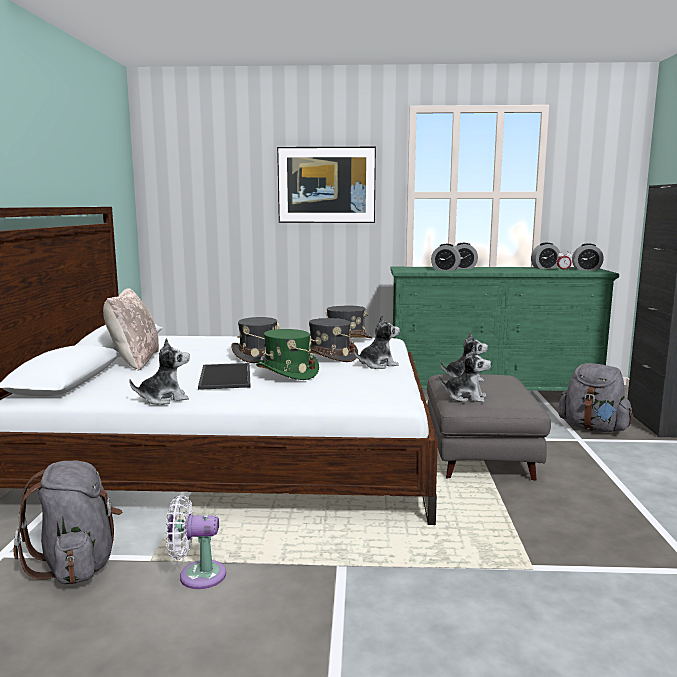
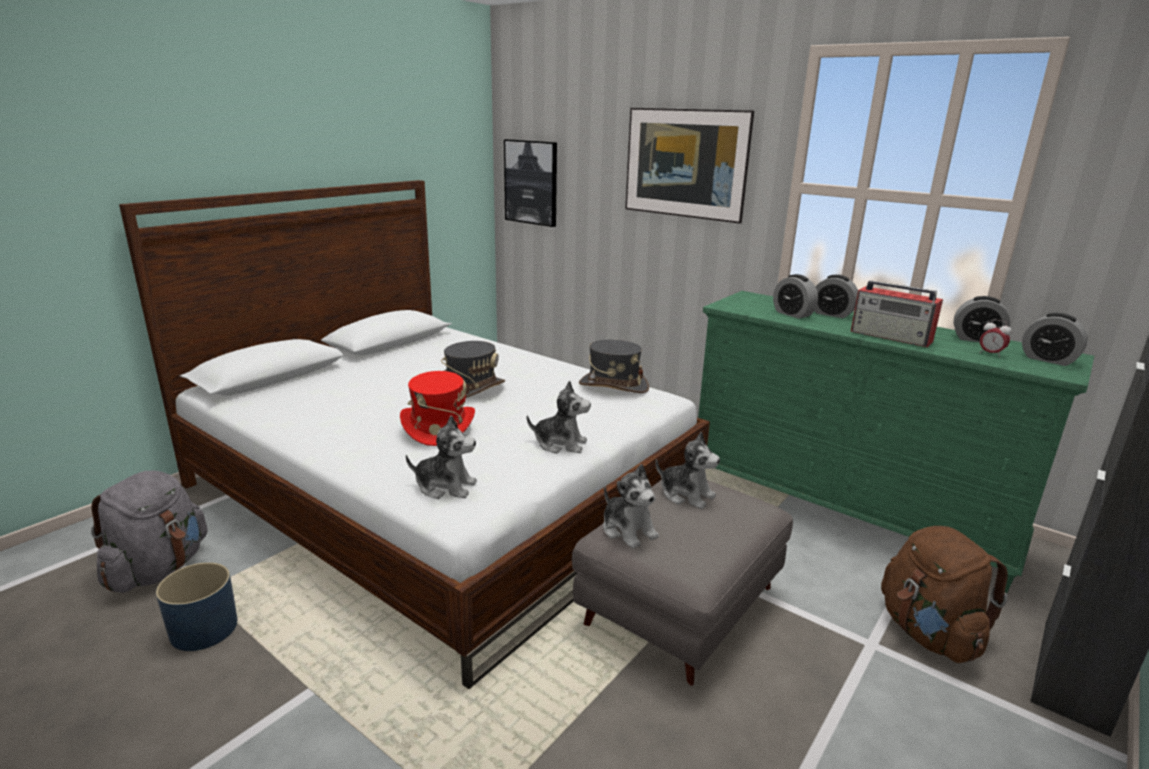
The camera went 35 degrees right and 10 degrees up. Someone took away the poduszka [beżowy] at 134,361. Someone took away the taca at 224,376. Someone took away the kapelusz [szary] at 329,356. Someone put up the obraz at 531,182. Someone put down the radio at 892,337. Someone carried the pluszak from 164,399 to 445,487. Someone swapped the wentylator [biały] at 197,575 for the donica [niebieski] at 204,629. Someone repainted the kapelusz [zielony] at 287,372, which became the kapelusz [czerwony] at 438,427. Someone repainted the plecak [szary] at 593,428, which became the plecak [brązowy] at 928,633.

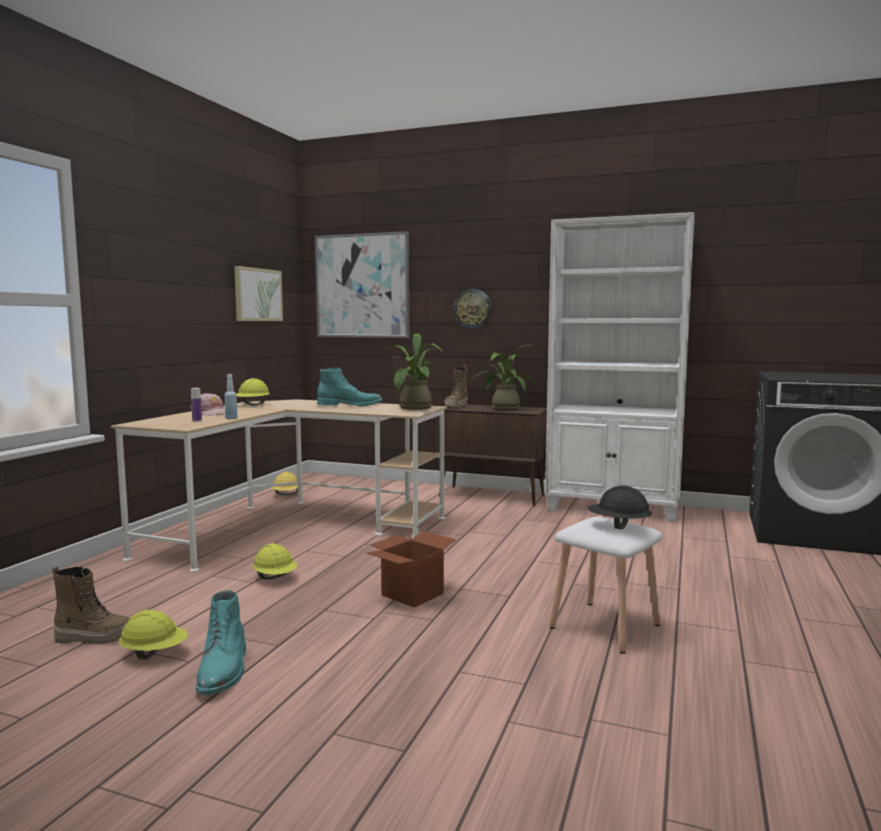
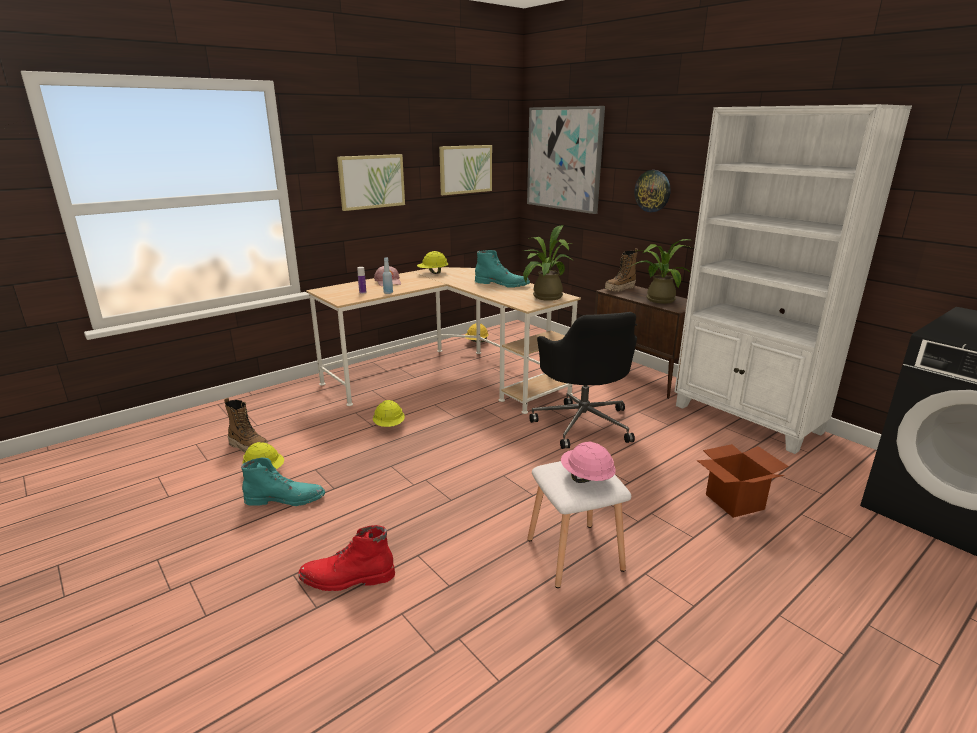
The camera went 30 degrees right and 15 degrees up. Someone put down the but z cholewką [czerwony] at 346,578. Someone put up the obraz at 371,181. Someone put down the krzesło biurowe [czarny] at 583,423. Someone carried the karton from 412,594 to 735,502. Someone repainted the kask [czarny] at 618,526, which became the kask [różowy] at 586,478. Someone rotated the but z cholewką [turkusowy] at 224,670 by 120 degrees counterclockwise.

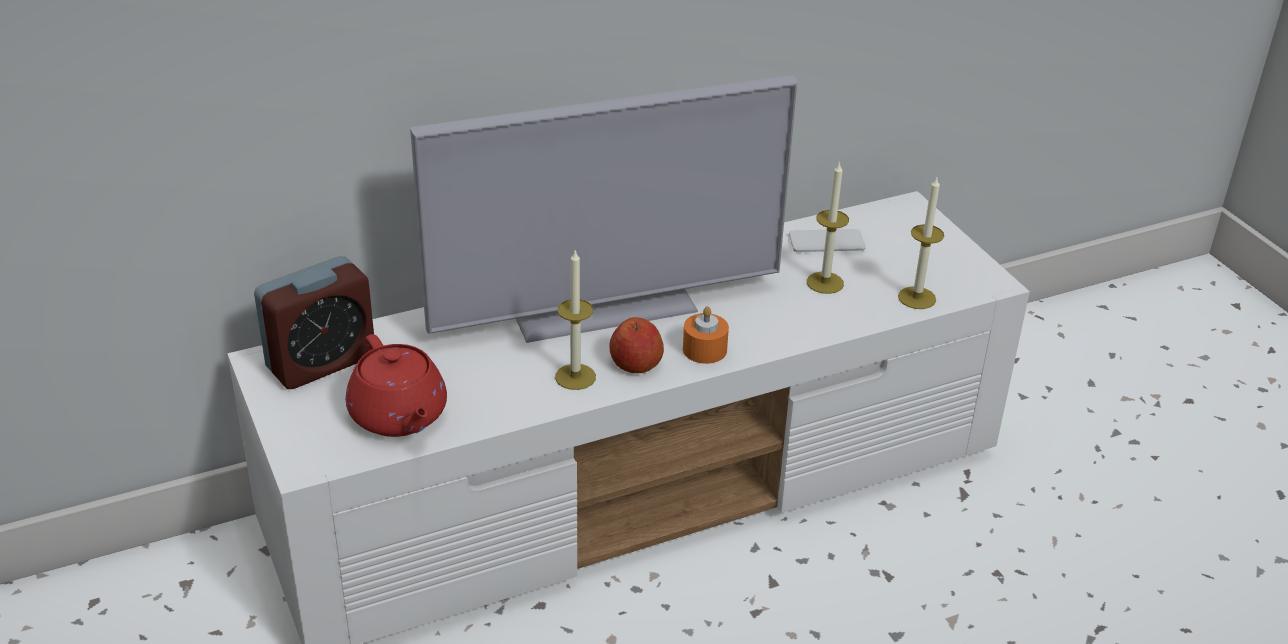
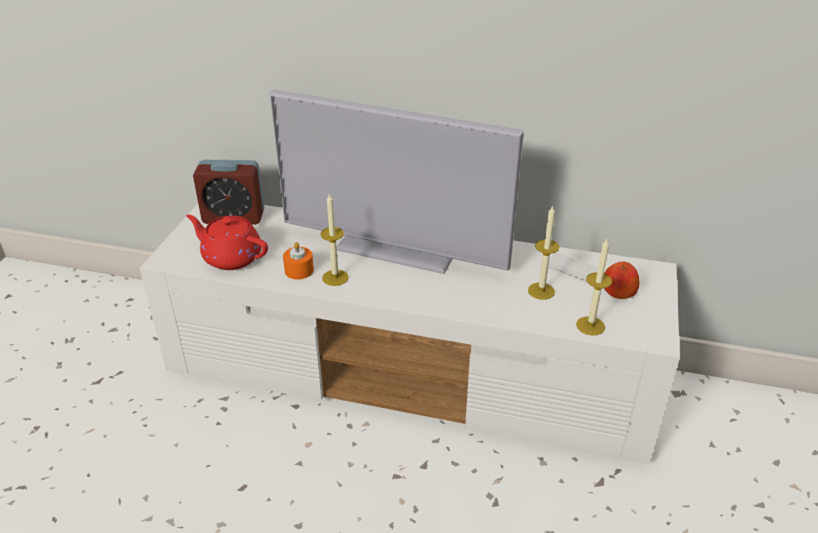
The camera went 40 degrees right and 0 degrees up. Someone carried the jabłko from 635,364 to 618,292. Someone carried the świeca [pomarańczowy] from 704,349 to 299,270. Someone rotated the imbryk [czerwony] at 399,416 by 105 degrees clockwise.

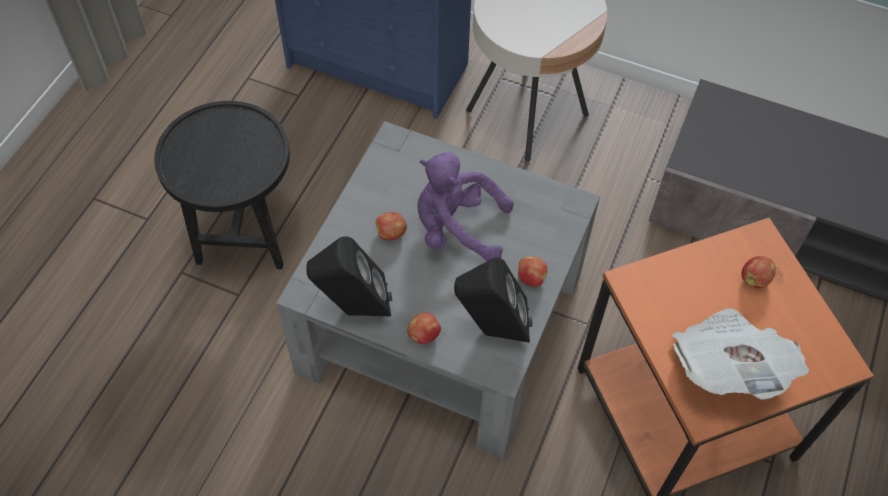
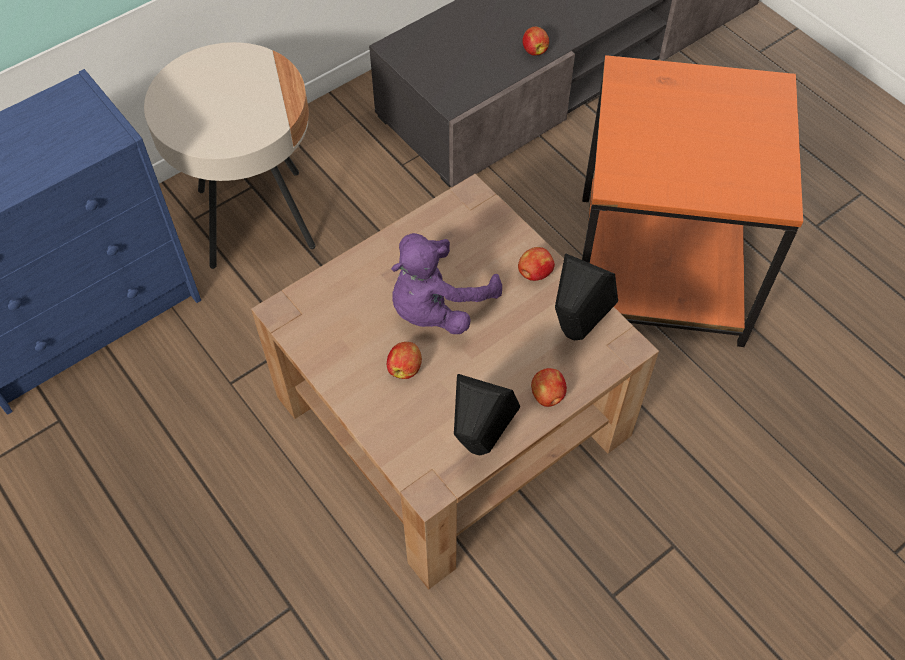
The camera went 60 degrees left and 0 degrees up. Someone took away the stolik [czarny] at 245,235. Someone took away the gazeta at 728,366. Someone carried the jabłko from 755,279 to 534,50. Someone repainted the ława [szary] at 442,322, which became the ława [brązowy] at 452,416.

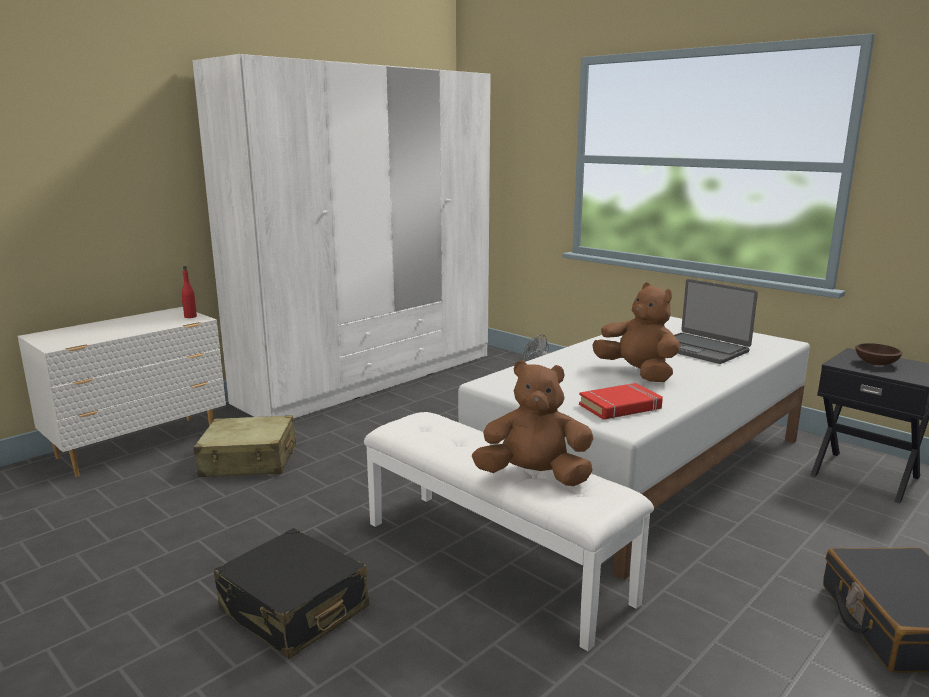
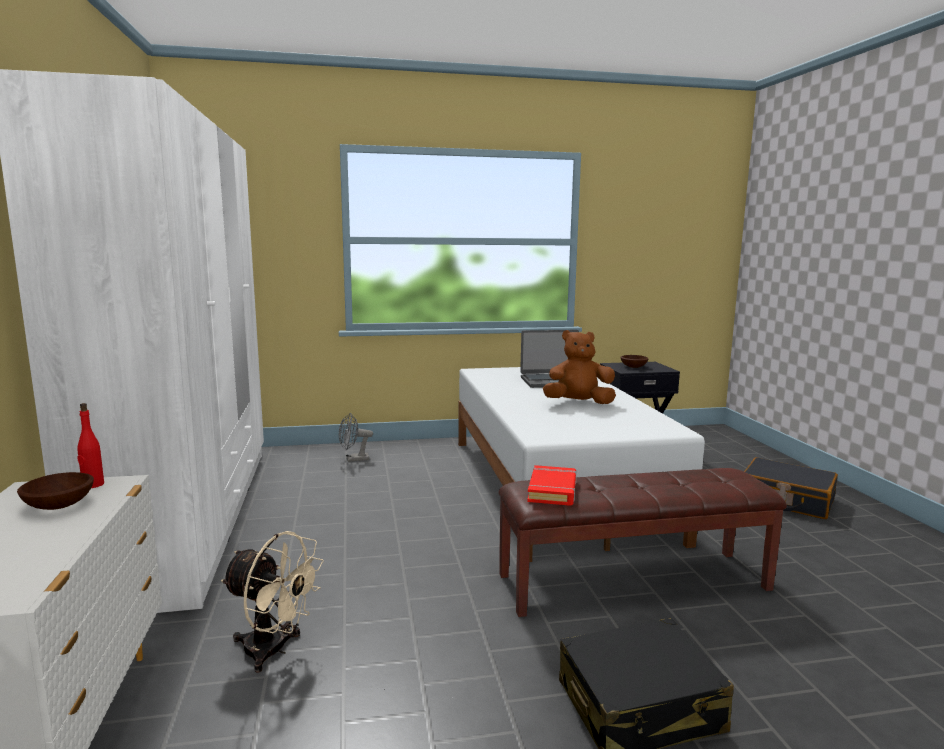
The camera went 55 degrees left and 5 degrees down. Someone took away the pluszak [brązowy] at 534,476. Someone put down the miska [brązowy] at 60,505. Someone carried the książka [czerwony] from 620,407 to 552,490. Someone swapped the walizka [beżowy] at 249,461 for the wentylator [beżowy] at 274,650. Someone repainted the ławka [biały] at 495,560, which became the ławka [brązowy] at 633,581.

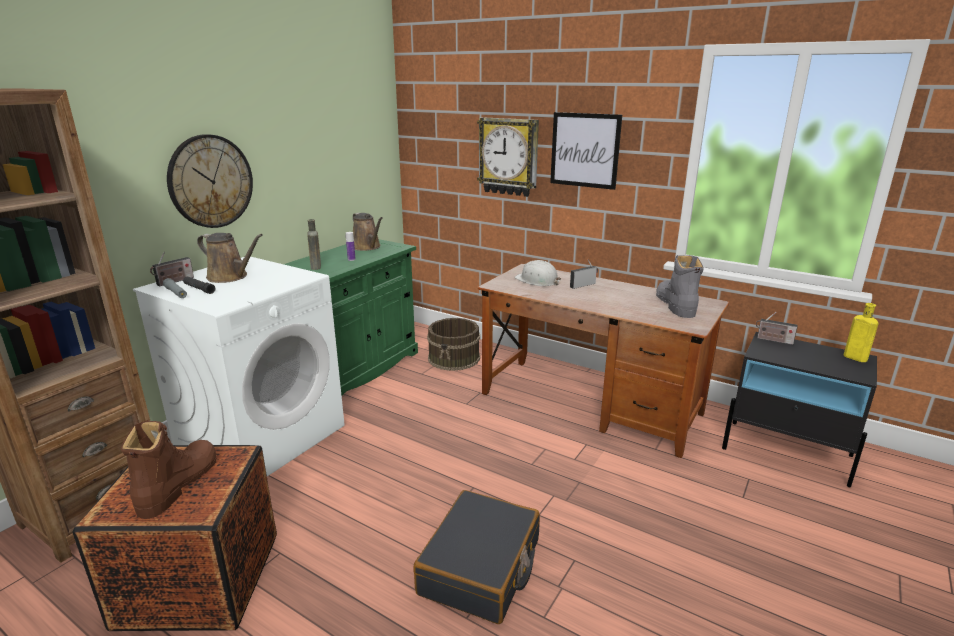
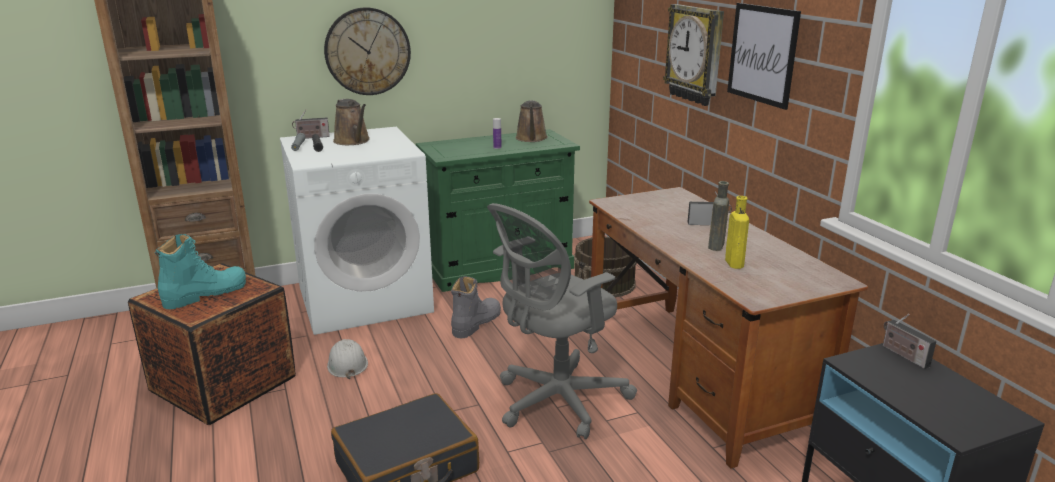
The camera went 35 degrees right and 0 degrees up. Someone put down the krzesło biurowe [szary] at 555,402. Someone carried the butelka [brązowy] from 316,267 to 716,246. Someone carried the kask [biały] from 537,280 to 347,364. Someone carried the but z cholewką [szary] from 675,305 to 476,323. Someone carried the butelka [żółty] from 853,357 to 733,262. Someone repainted the but z cholewką [brązowy] at 177,484, which became the but z cholewką [turkusowy] at 205,294.

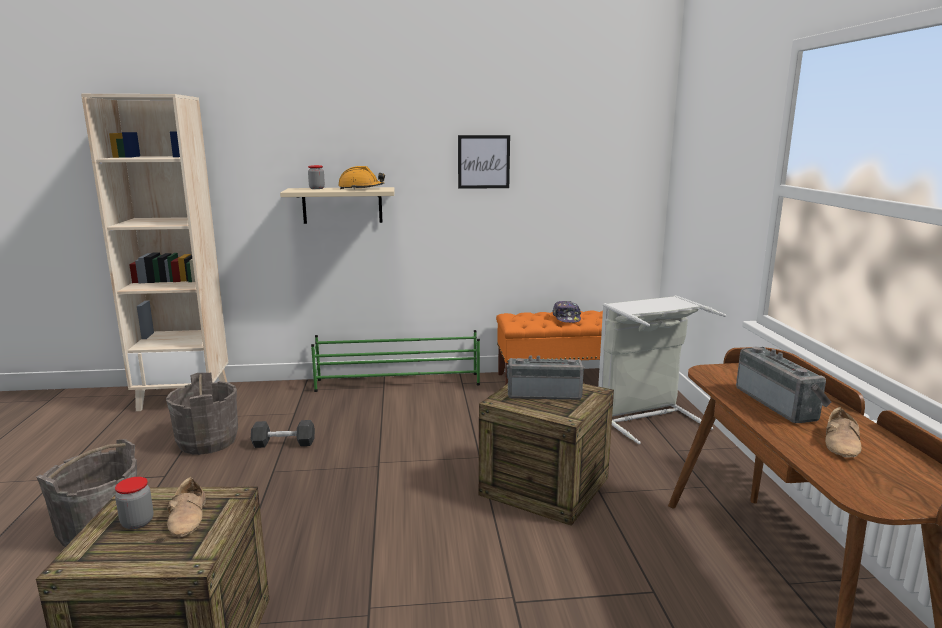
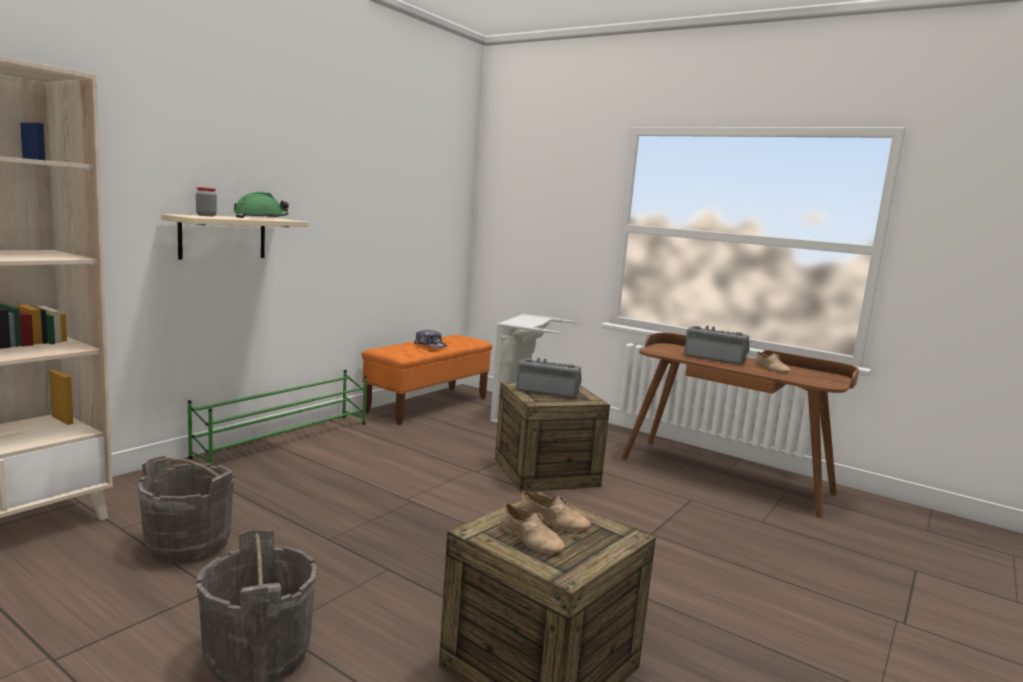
The camera went 50 degrees left and 5 degrees down. Someone took away the hantel [czarny] at 284,443. Someone took away the obraz at 483,162. Someone swapped the słoik at 137,522 for the but [beżowy] at 532,539. Someone repainted the kask [pomarańczowy] at 361,189, which became the kask [zielony] at 261,218. Someone rotated the radio at 544,393 by 60 degrees clockwise.

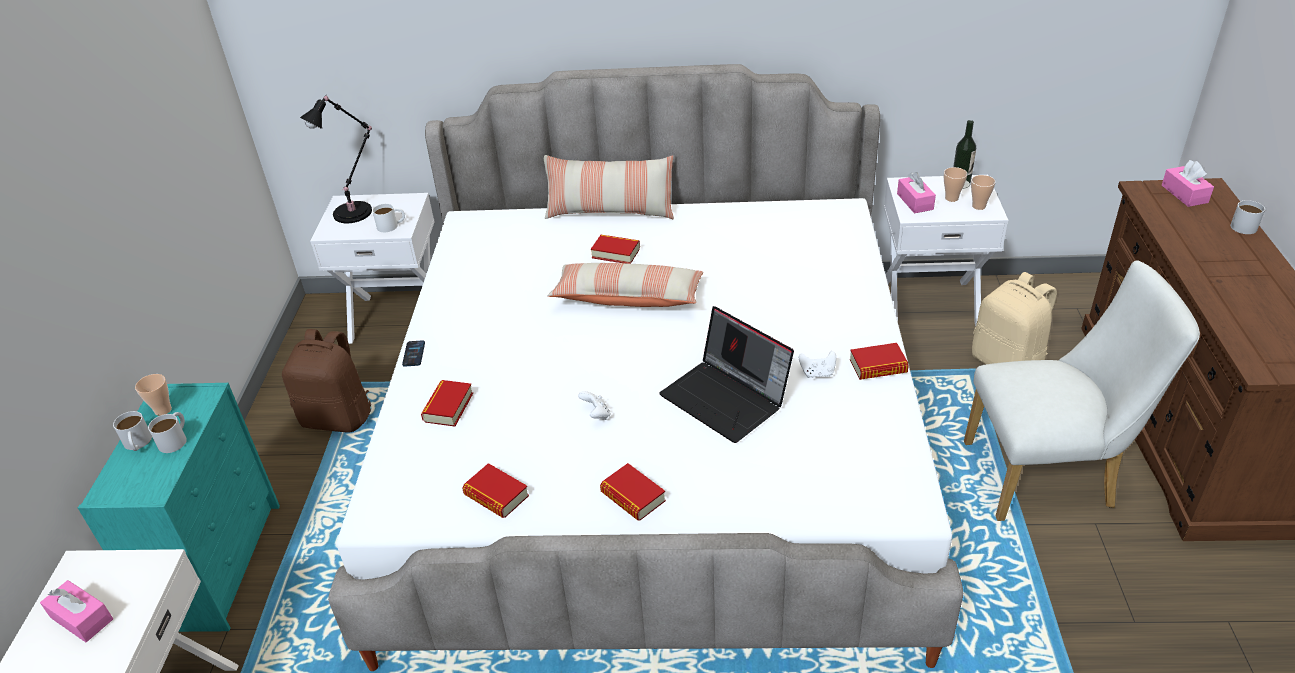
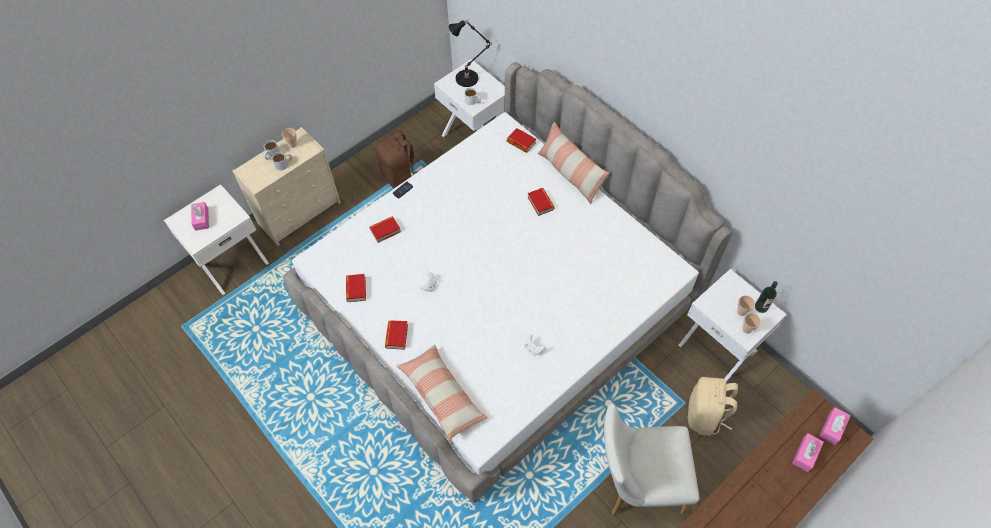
The camera went 45 degrees right and 20 degrees up. Someone took away the laptop at 727,399. Someone took away the kubek [biały] at 1242,224. Someone carried the poduszka from 628,297 to 442,395. Someone carried the książka from 878,366 to 521,142. Someone carried the pudełko chusteczek [różowy] from 915,201 to 805,454. Someone repainted the komoda [turkusowy] at 220,563, which became the komoda [beżowy] at 300,212. Someone rotated the krzesło [biały] at 1049,475 by 135 degrees clockwise.

